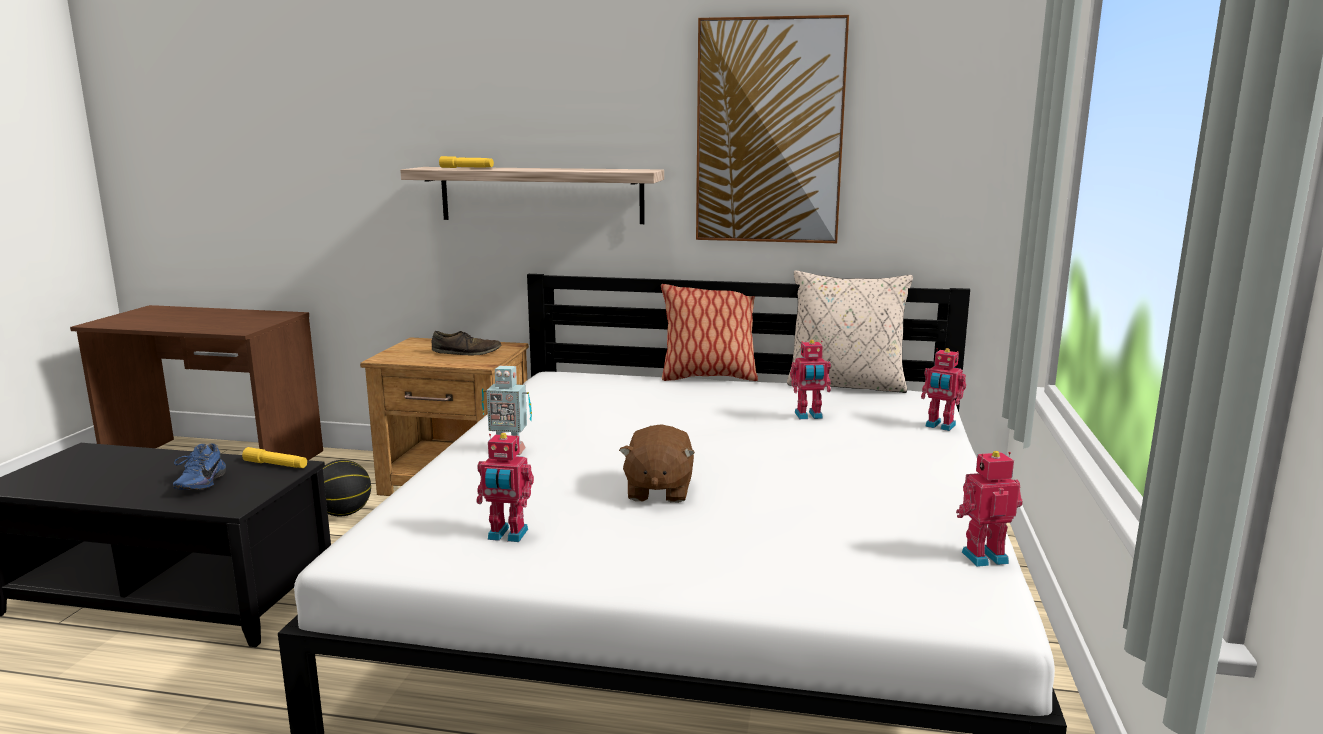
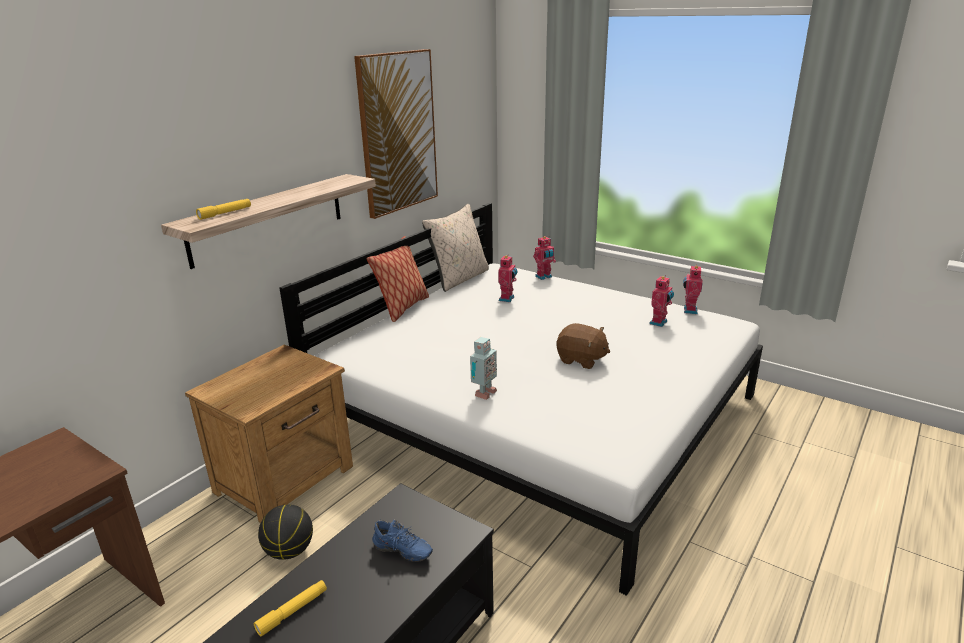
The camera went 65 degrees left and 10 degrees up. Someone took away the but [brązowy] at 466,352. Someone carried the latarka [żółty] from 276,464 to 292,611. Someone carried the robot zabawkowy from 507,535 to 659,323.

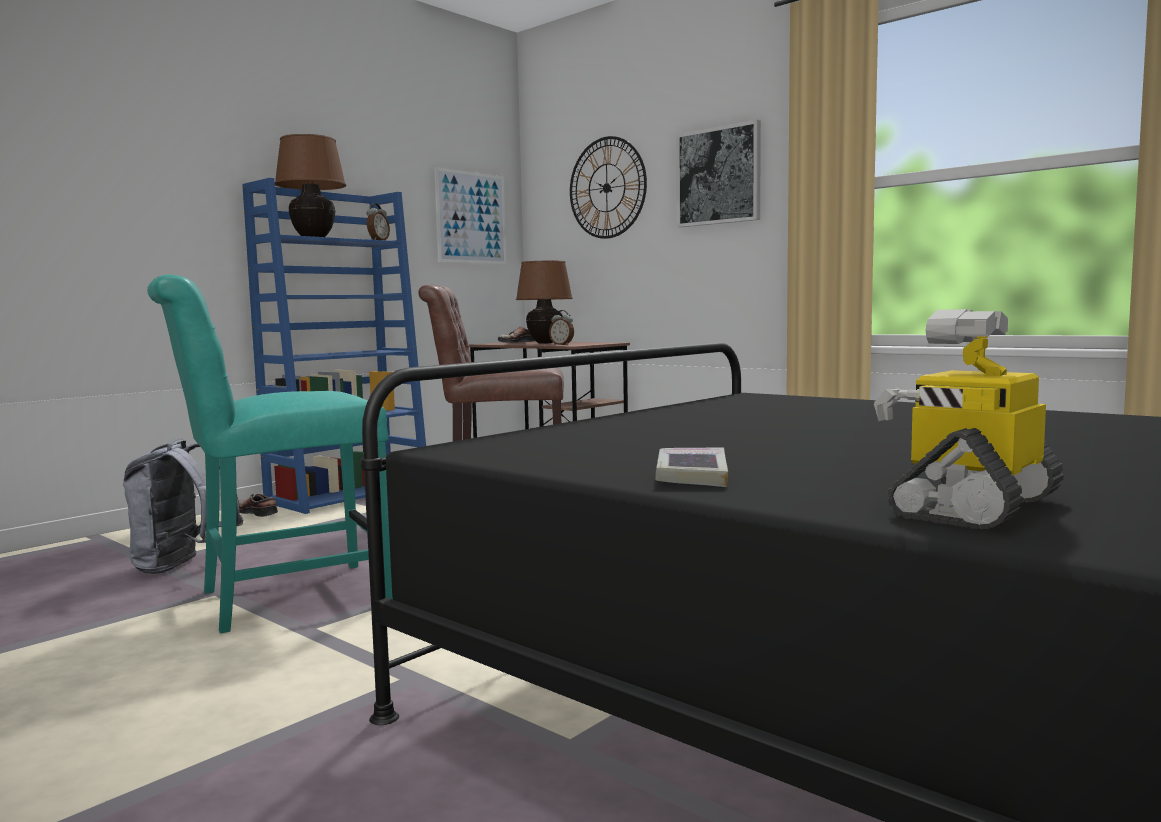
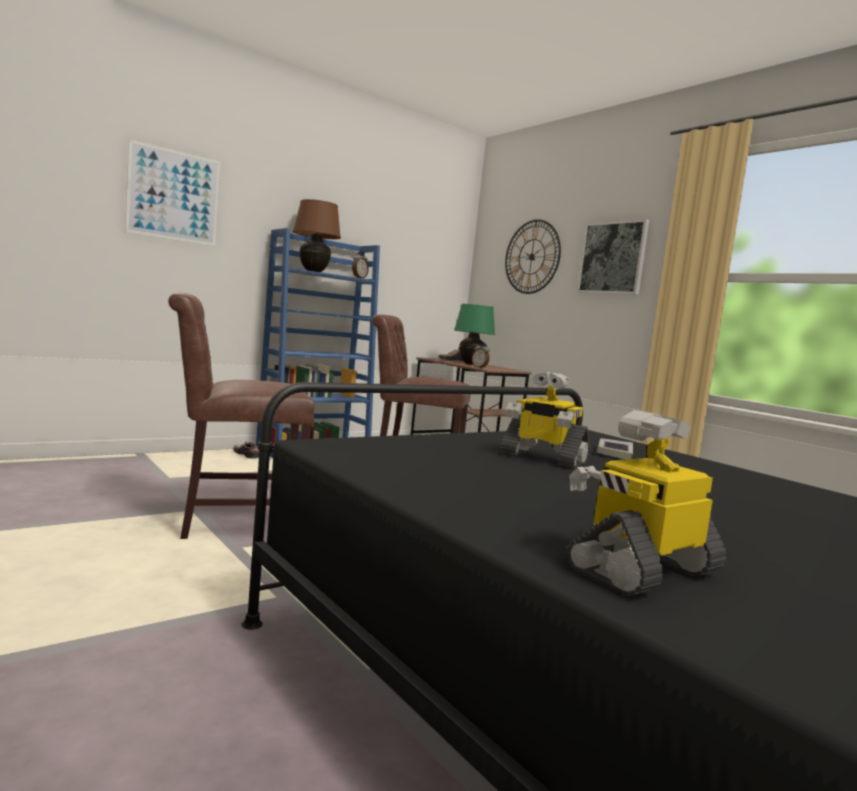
The camera went 10 degrees right and 0 degrees up. Someone took away the plecak [szary] at 182,567. Someone put down the robot zabawkowy at 542,458. Someone carried the obraz from 471,218 to 173,195. Someone carried the książka from 691,476 to 614,453. Someone repainted the krzesło [turkusowy] at 282,597, which became the krzesło [brązowy] at 232,520. Someone repainted the lampa stołowa [brązowy] at 545,343, which became the lampa stołowa [zielony] at 470,364.

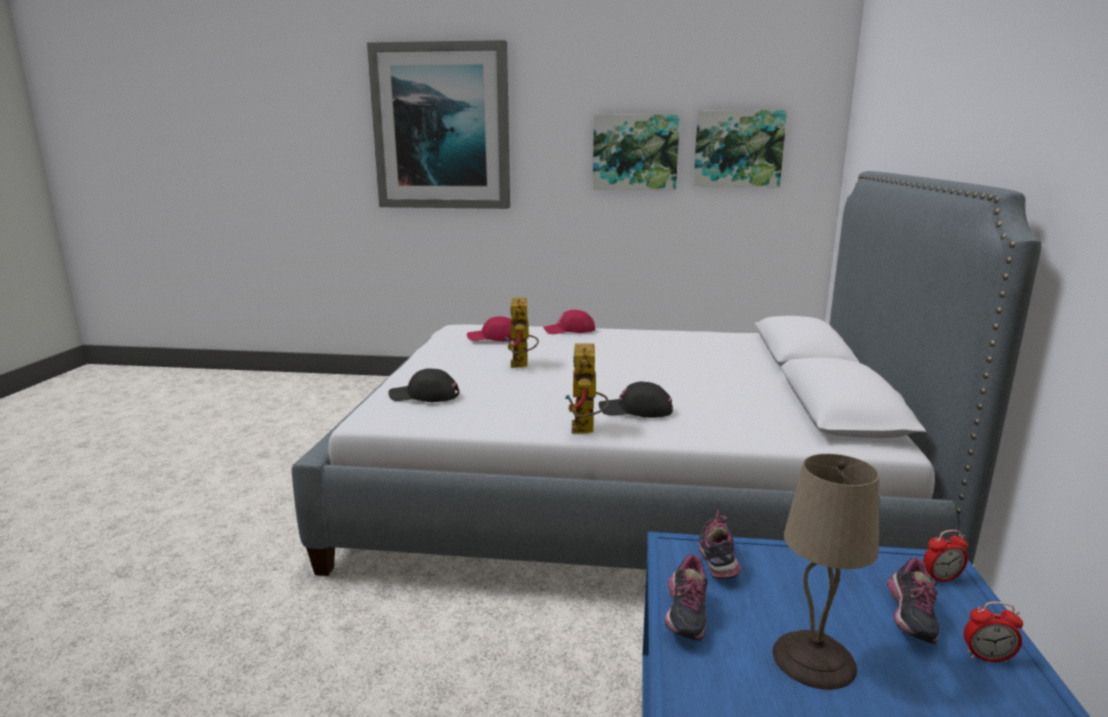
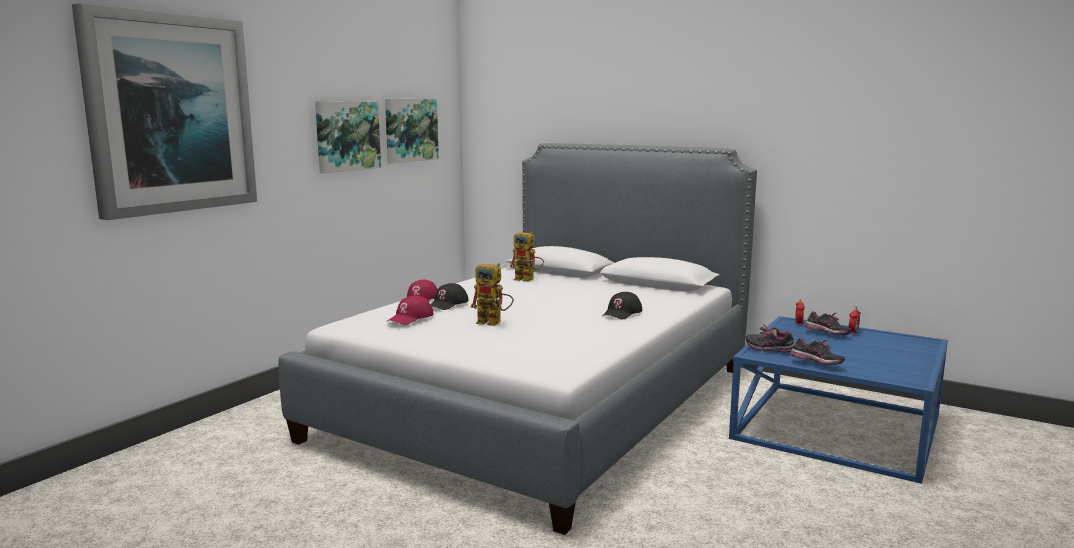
The camera went 65 degrees left and 5 degrees down. Someone took away the lampa stołowa [beżowy] at 814,658. Someone carried the czapka z daszkiem [czarny] from 424,396 to 448,304. Someone carried the robot zabawkowy from 586,430 to 528,279.

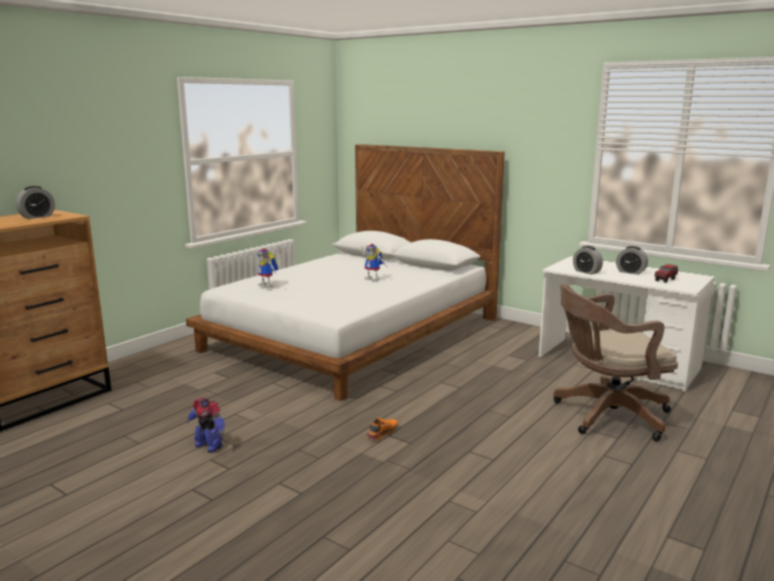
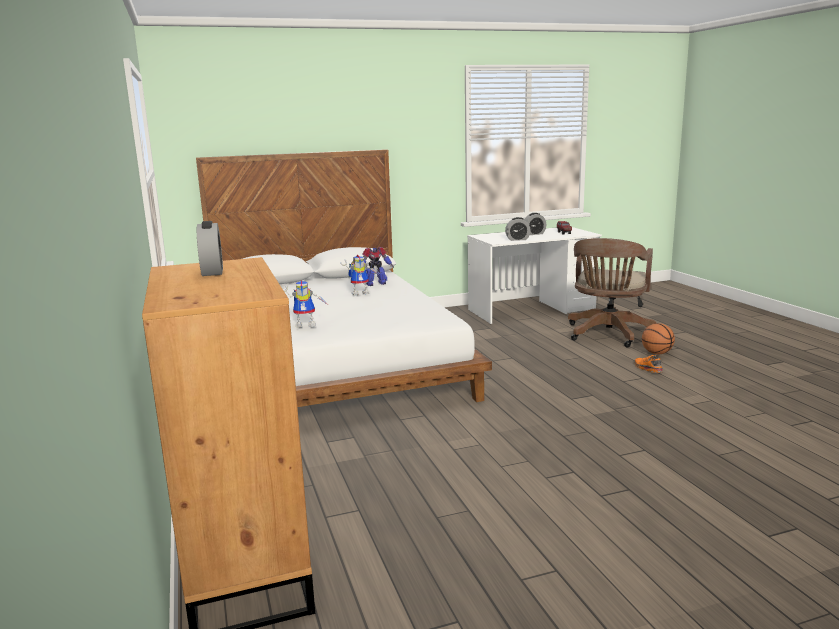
The camera went 55 degrees left and 0 degrees up. Someone put down the piłka do koszykówki at 657,353. Someone carried the robot zabawkowy from 209,446 to 375,284. Someone carried the but [pomarańczowy] from 381,433 to 647,369.

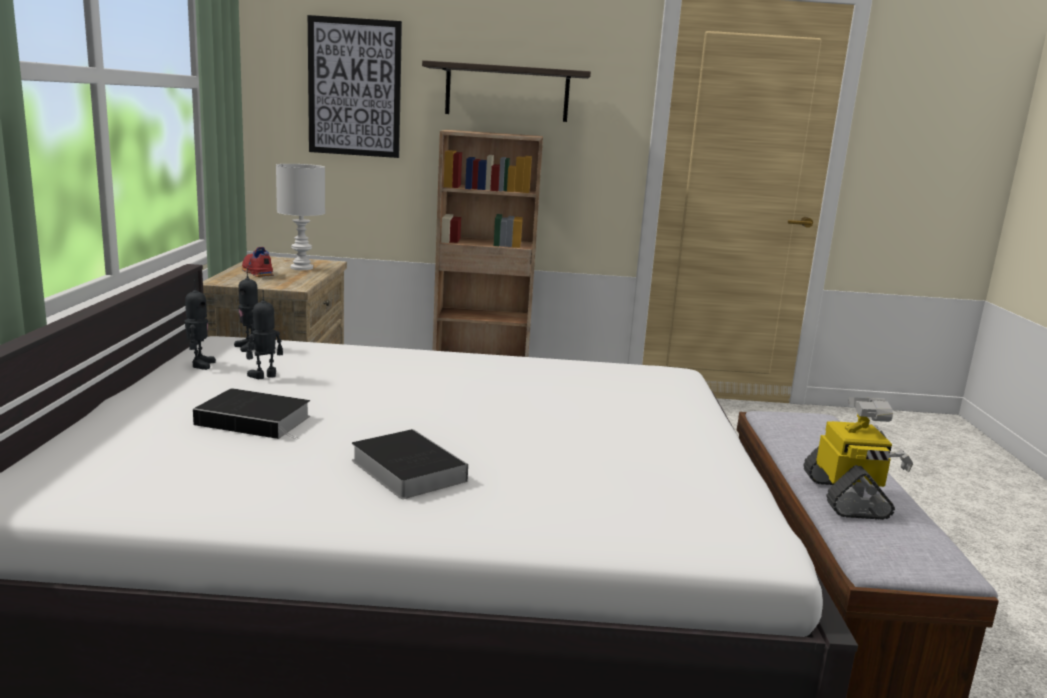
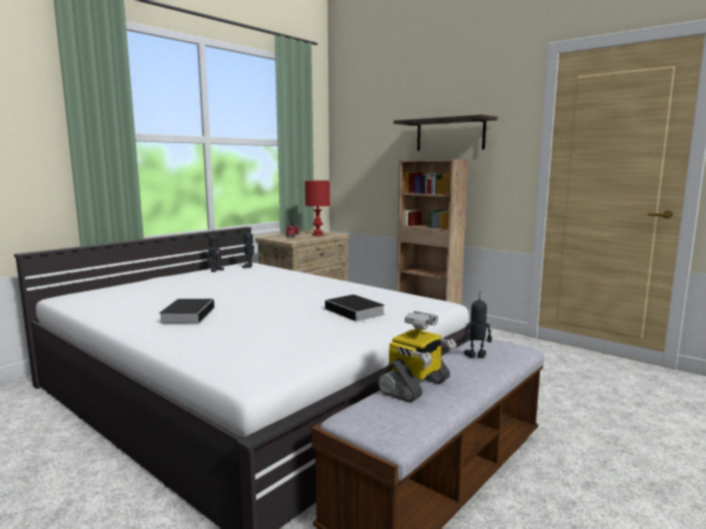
The camera went 40 degrees right and 5 degrees down. Someone took away the obraz at 354,88. Someone carried the książka from 257,420 to 356,312. Someone carried the robot zabawkowy from 265,376 to 476,356. Someone repainted the lampa stołowa [biały] at 301,268, which became the lampa stołowa [czerwony] at 318,235.

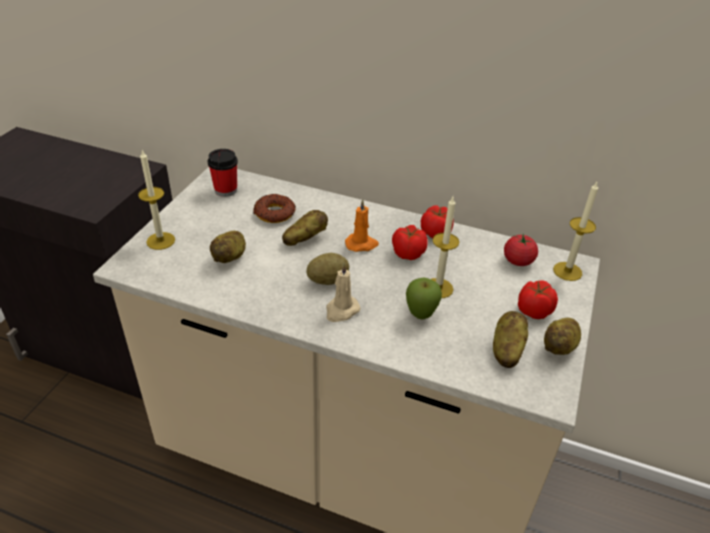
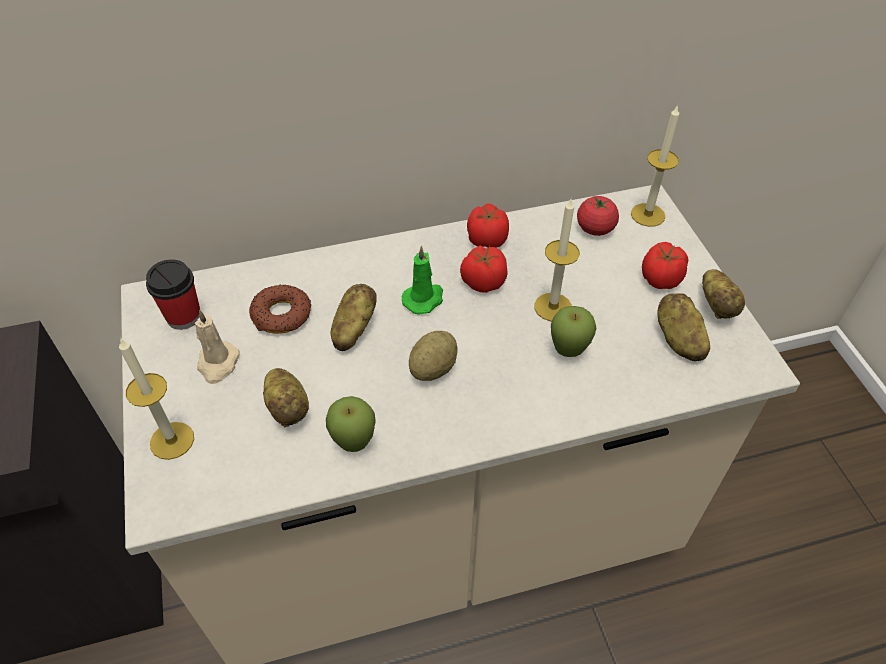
The camera went 35 degrees left and 10 degrees up. Someone put down the jabłko at 354,443. Someone carried the świeca [beżowy] from 341,310 to 218,364. Someone repainted the świeca [pomarańczowy] at 362,244, which became the świeca [zielony] at 424,299.

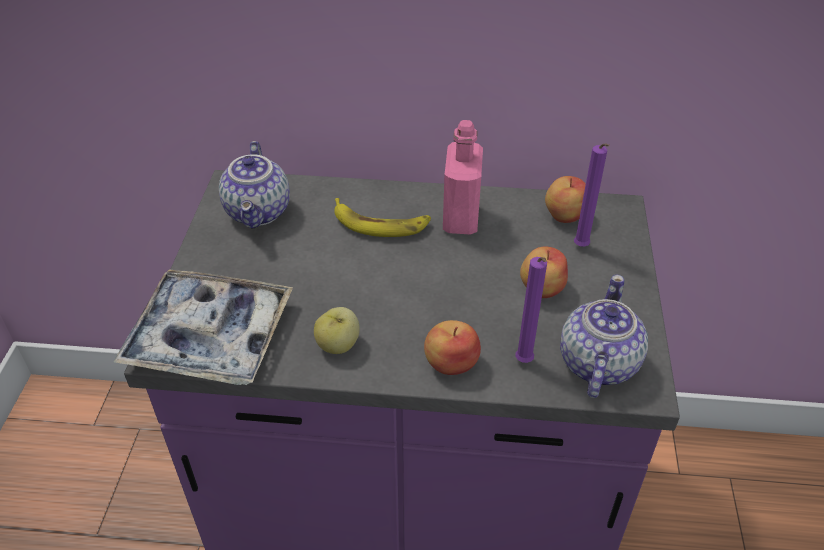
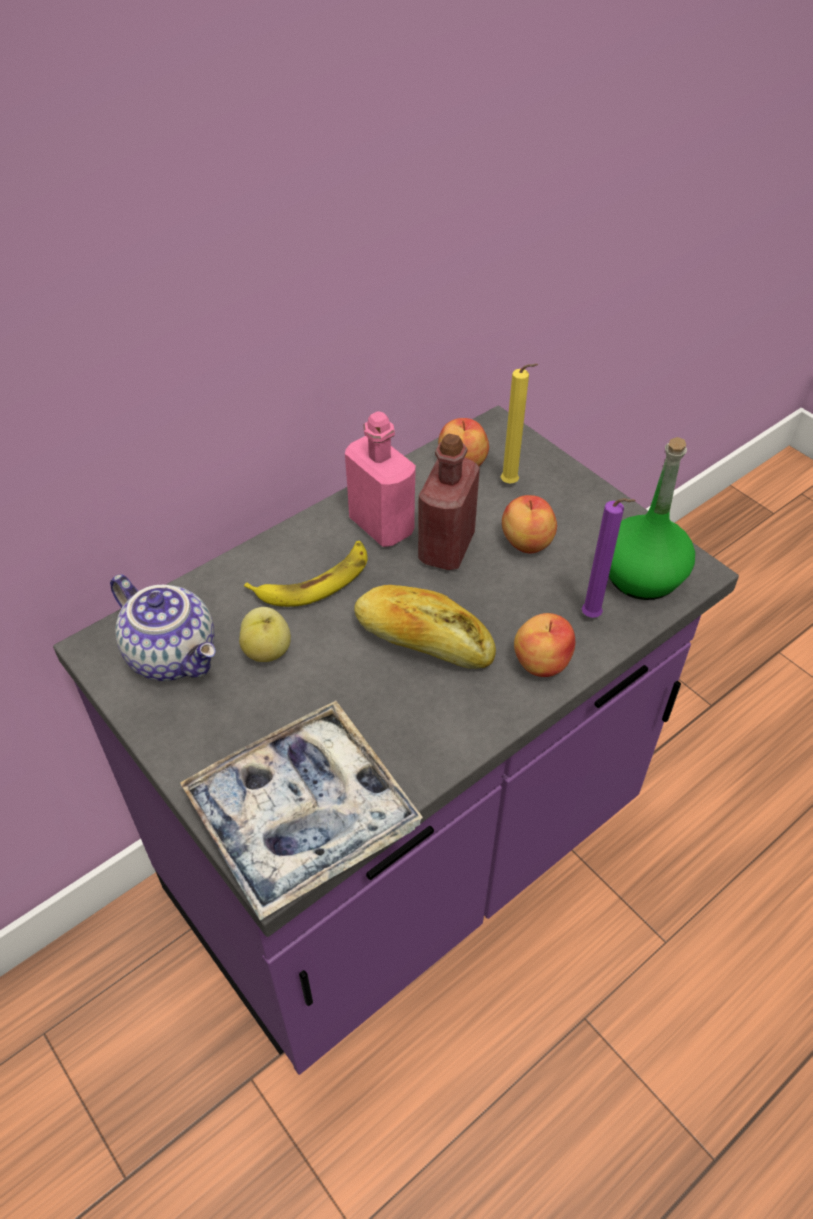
The camera went 45 degrees left and 5 degrees up. Someone put down the chleb at 423,640. Someone put down the butelka [czerwony] at 446,547. Someone carried the jabłko from 338,345 to 268,650. Someone swapped the imbryk at 597,363 for the butelka [zielony] at 642,576. Someone repainted the świeca [fioletowy] at 581,248, which became the świeca [żółty] at 512,484.

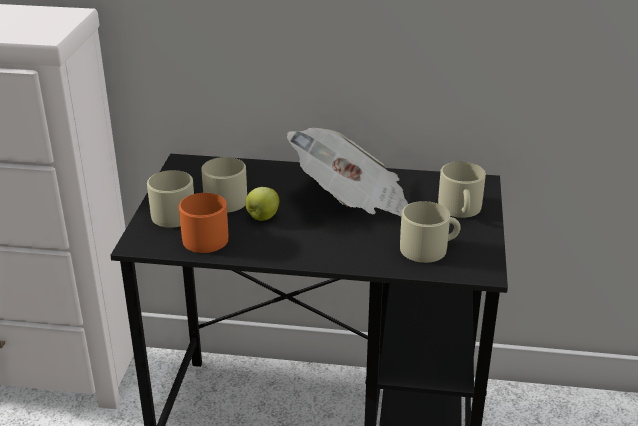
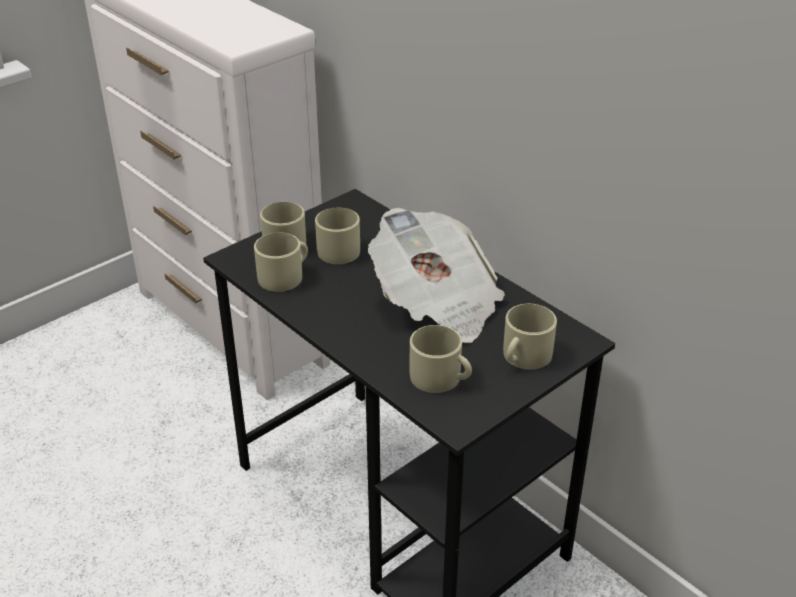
The camera went 40 degrees right and 5 degrees up. Someone took away the jabłko at 262,217. Someone repainted the kubek [pomarańczowy] at 207,236, which became the kubek [beżowy] at 285,276.

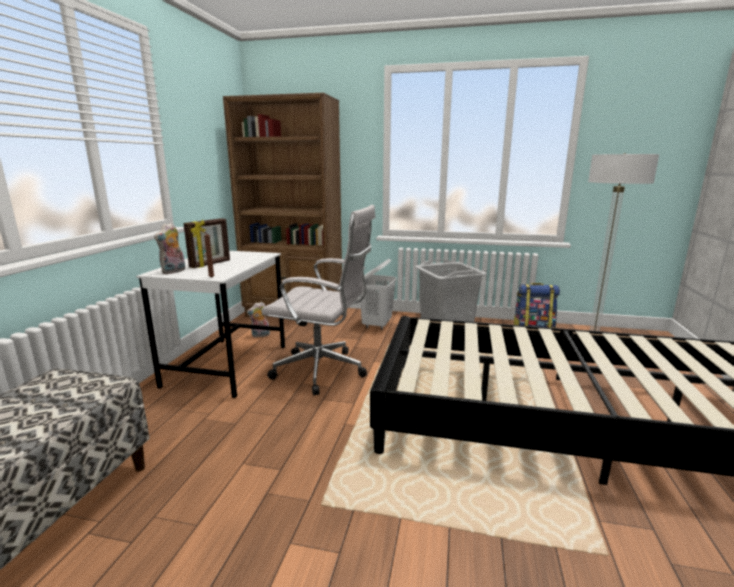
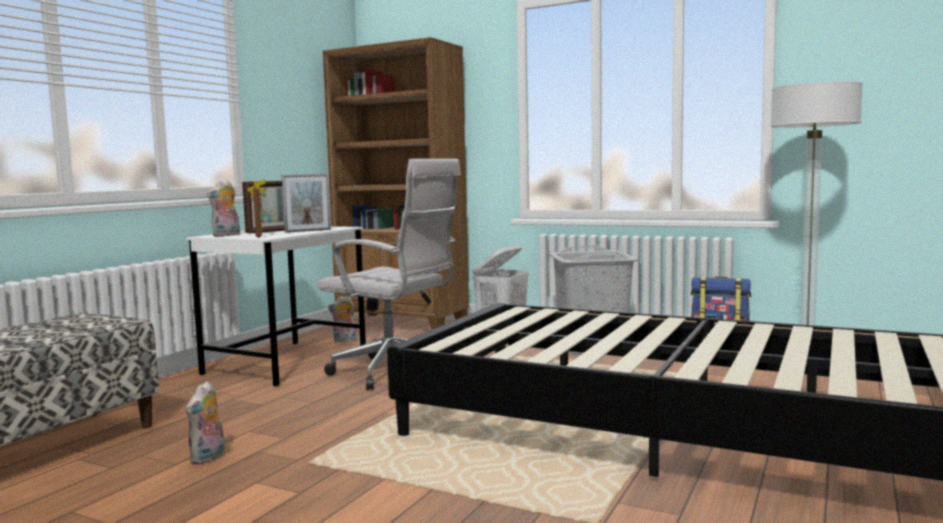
The camera went 15 degrees right and 10 degrees down. Someone put down the pluszak at 208,458. Someone put down the ramka na zdjęcie at 308,231.

